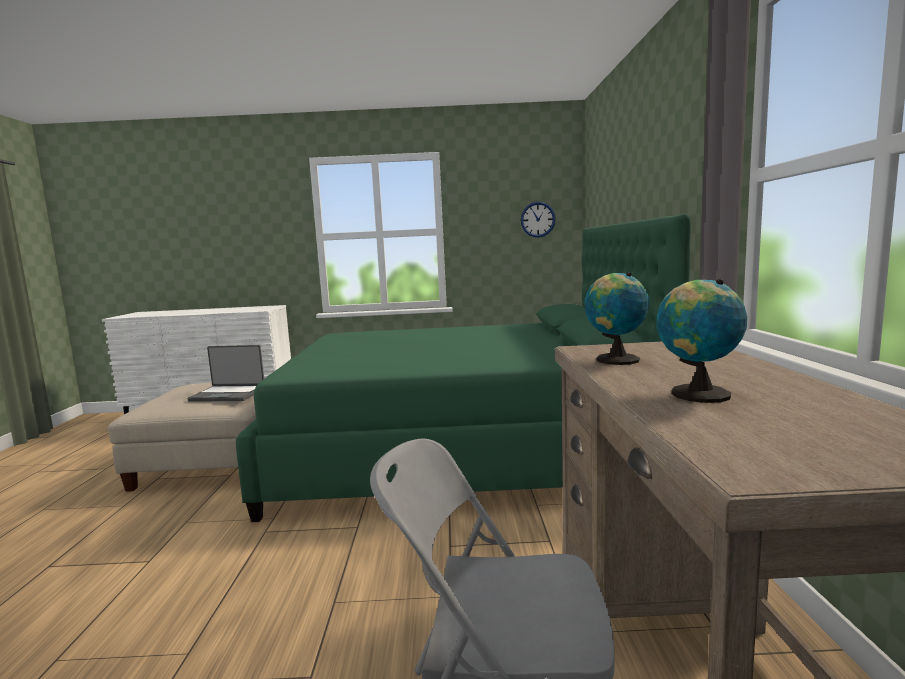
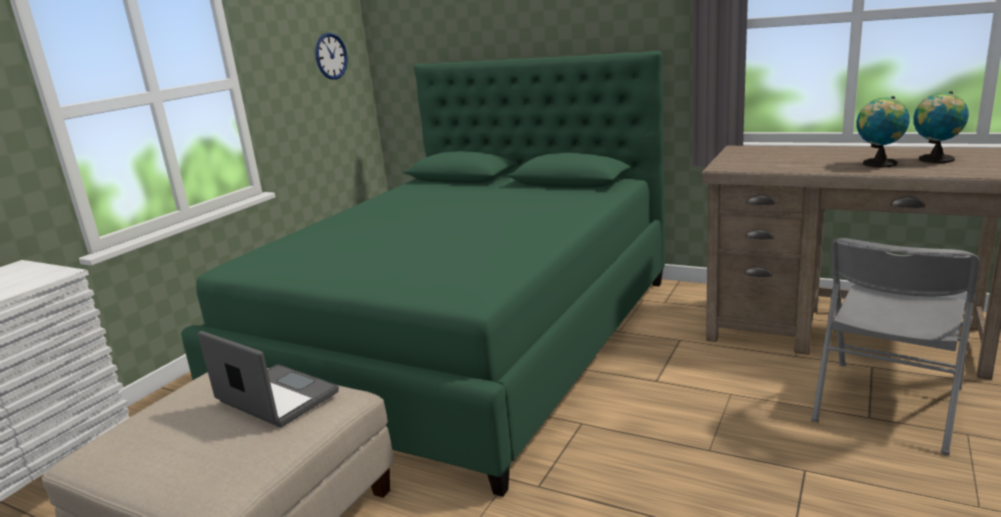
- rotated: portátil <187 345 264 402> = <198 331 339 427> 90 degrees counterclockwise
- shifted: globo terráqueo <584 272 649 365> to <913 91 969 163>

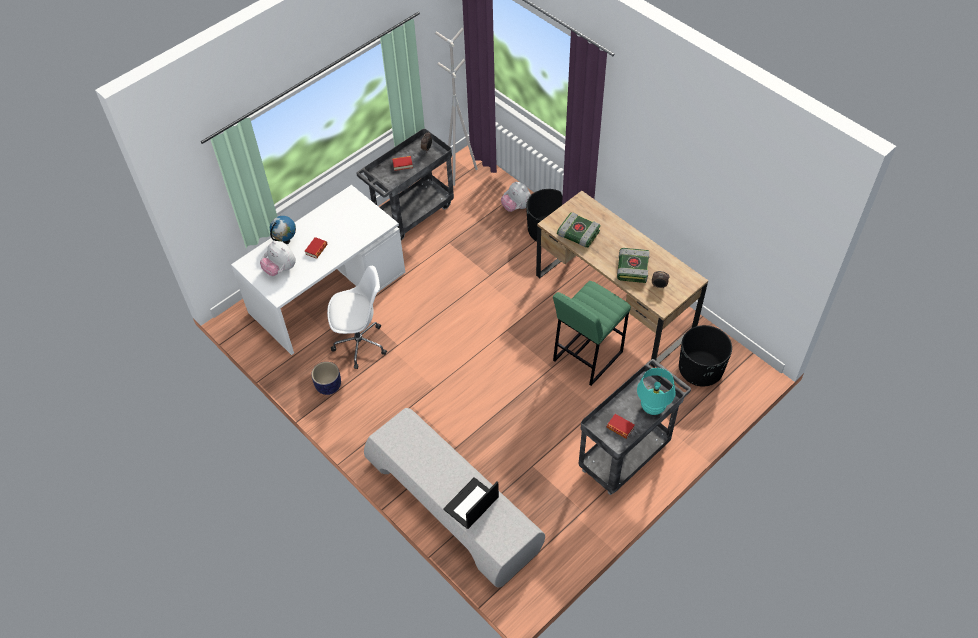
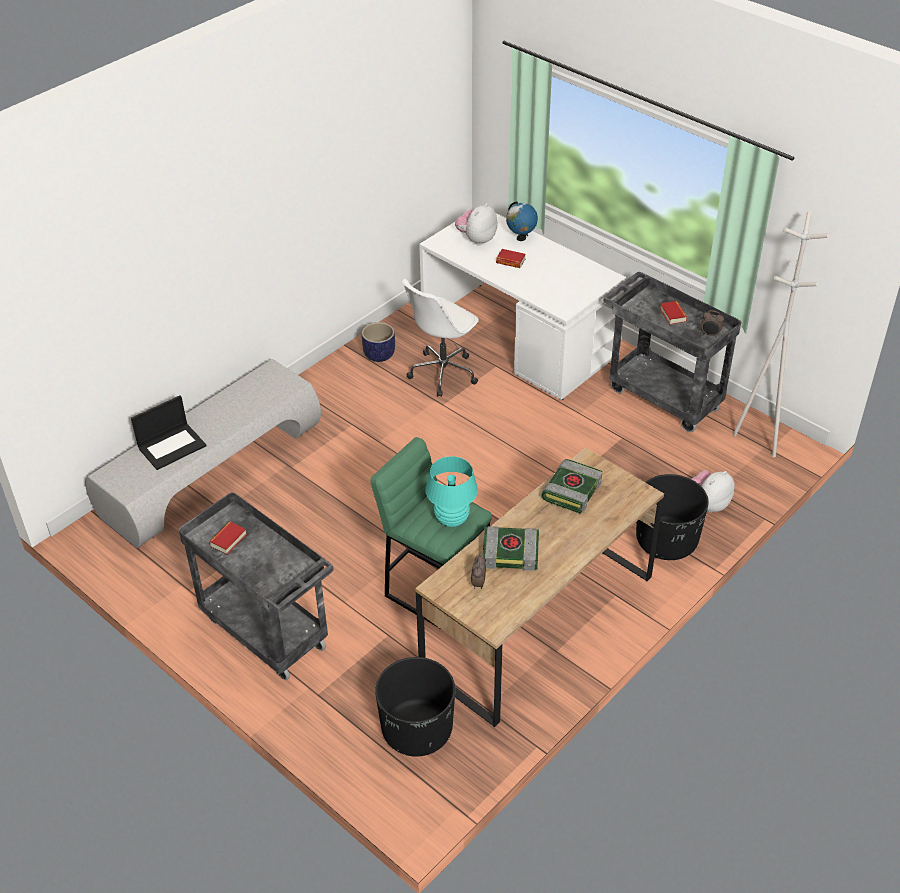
- rotated: portátil <443 477 499 529> = <131 395 206 470> 105 degrees clockwise
- rotated: silla de oficina [blanco] <327 266 387 369> = <402 279 479 397> 60 degrees clockwise
- shifted: lámpara de mesa [turquesa] <637 368 676 415> to <425 456 478 527>

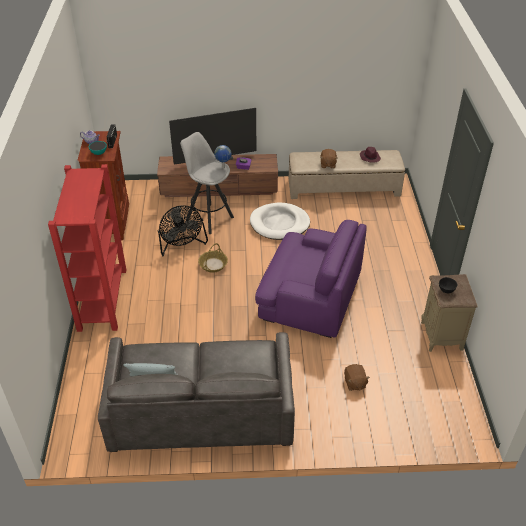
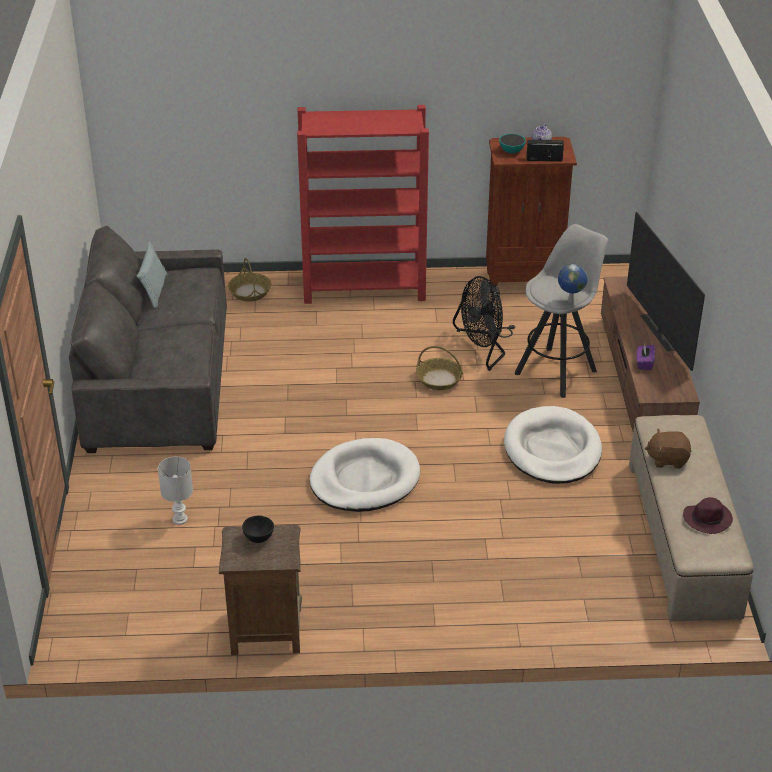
- swapped: peluche [marrón] <344 364 370 391> to lámpara de mesa [blanco] <158 457 193 525>
- new: cesta <228 258 272 301>
- swapped: sillón [morado] <255 220 366 338> to cama para perro [blanco] <310 438 420 512>

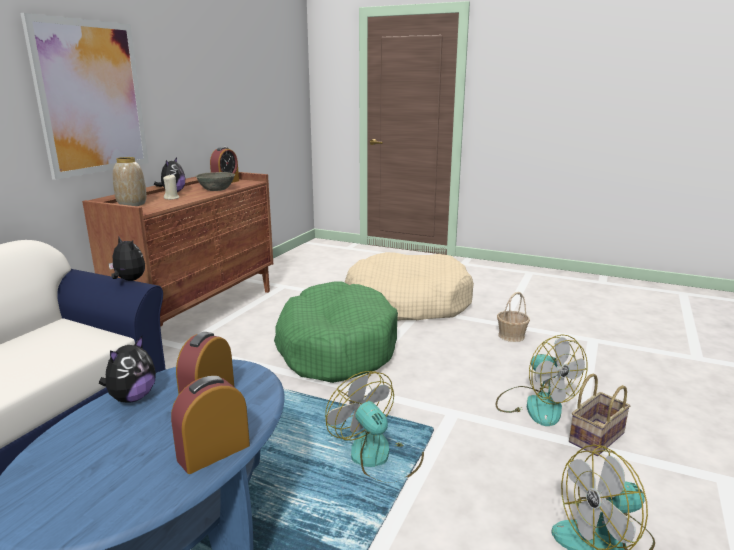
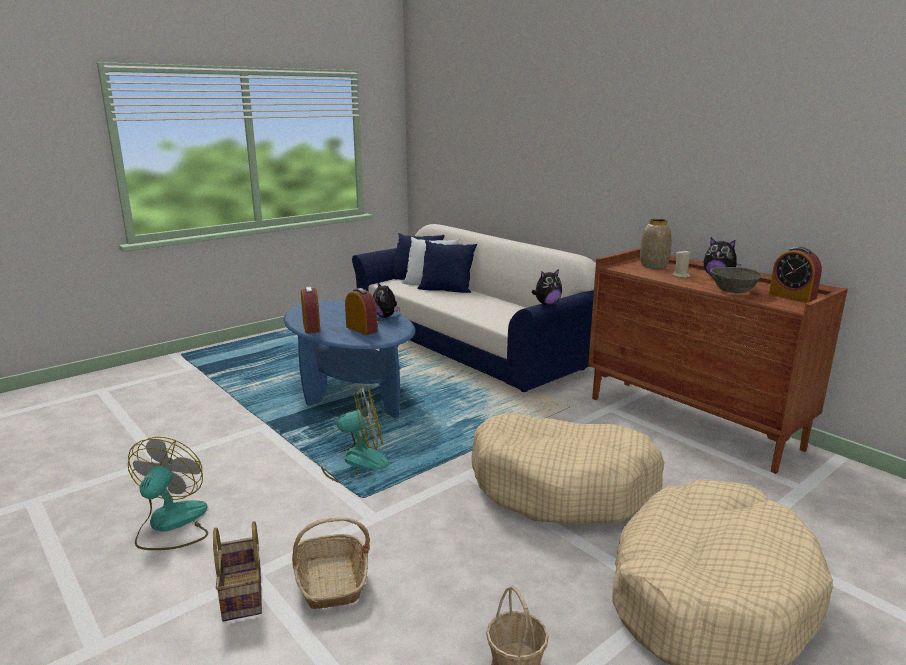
- swapped: ventilador <496 334 588 426> to cesta <292 517 370 609>
- repainted: cama para perro [verde] <274 281 398 383> to cama para perro [beis] <472 414 665 524>
- gone: cuadro <21 13 149 180>

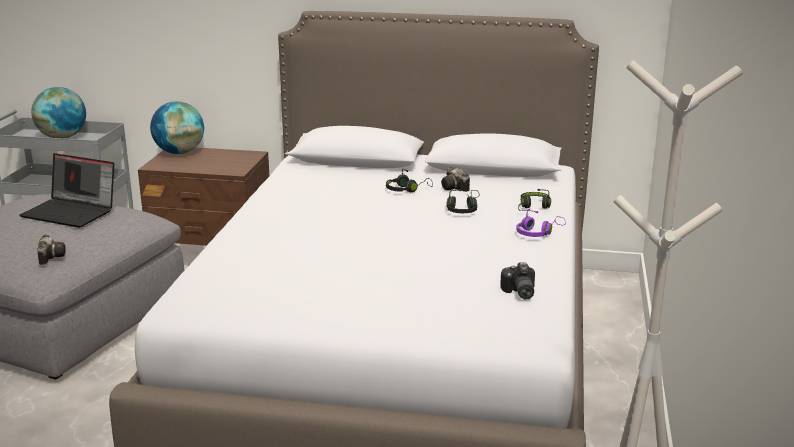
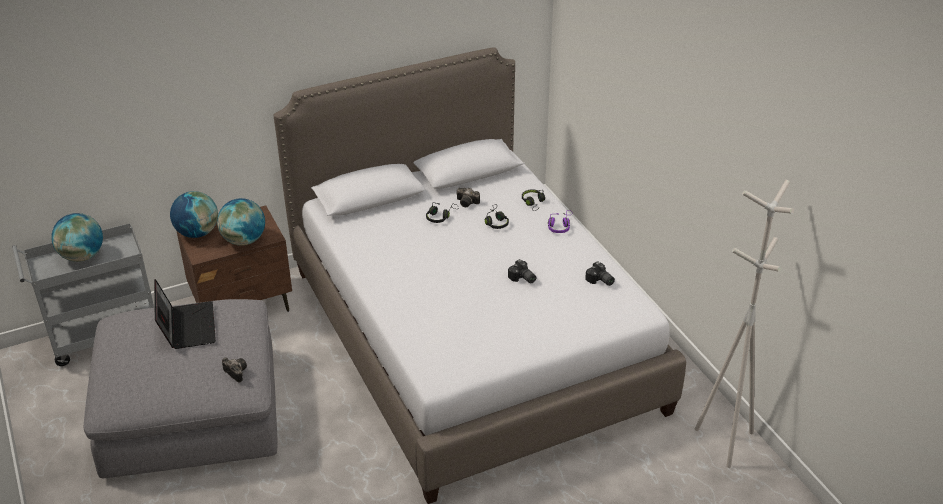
- rotated: portátil <20 153 114 228> = <154 279 216 349> 90 degrees counterclockwise
- new: globo terráqueo <217 198 265 245>
- new: cámara <508 259 536 283>

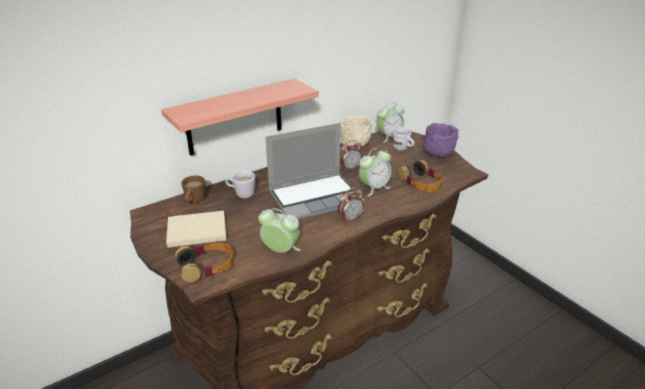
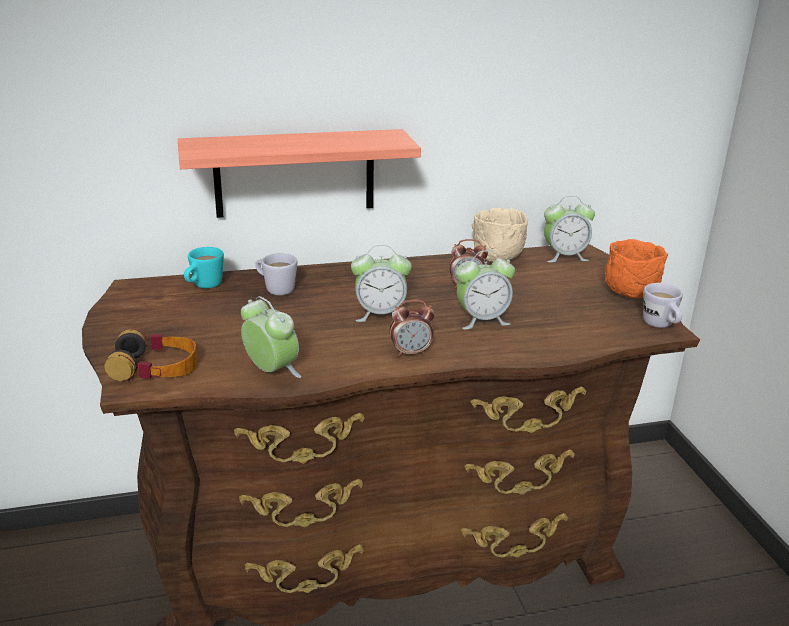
- repainted: taza grande [marrón] <181 176 205 204> to taza grande [turquesa] <184 247 224 288>
- swapped: portátil <266 123 365 220> to despertador <351 245 412 322>
- repainted: cuenco [morado] <424 123 459 157> to cuenco [naranja] <605 239 668 298>
- shifted: taza grande [blanco] <392 127 415 151> to <643 283 683 328>
- gone: libro [beis] <166 211 227 248>
- gone: auriculares <398 160 443 193>

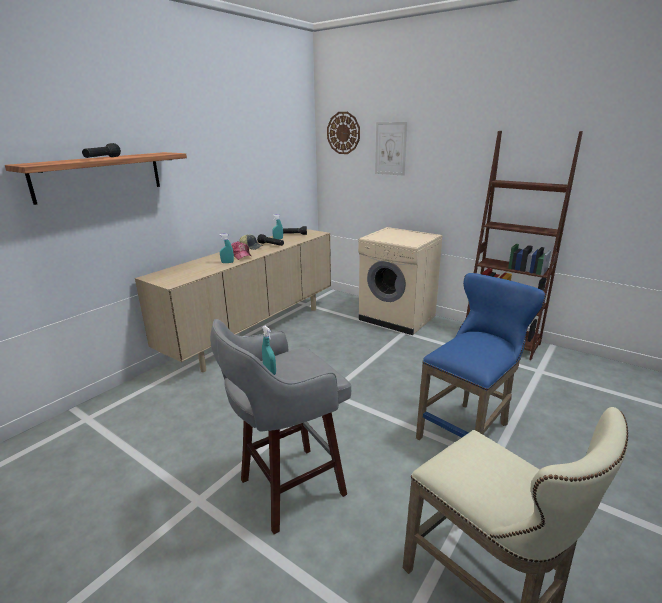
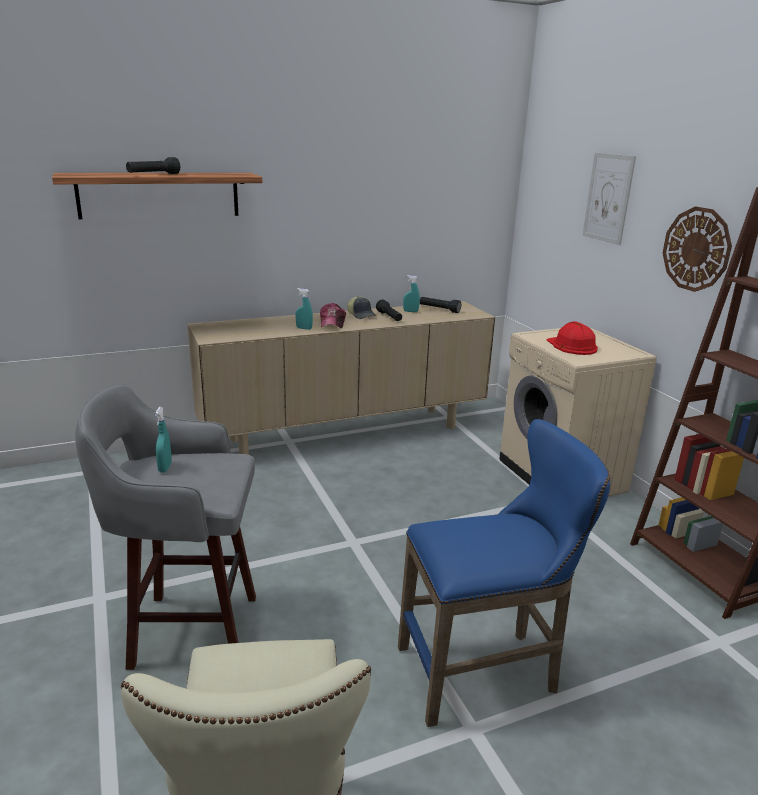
- new: casco [rojo] <547 321 598 355>
- shifted: reloj de pared <327 112 360 154> to <663 207 732 292>

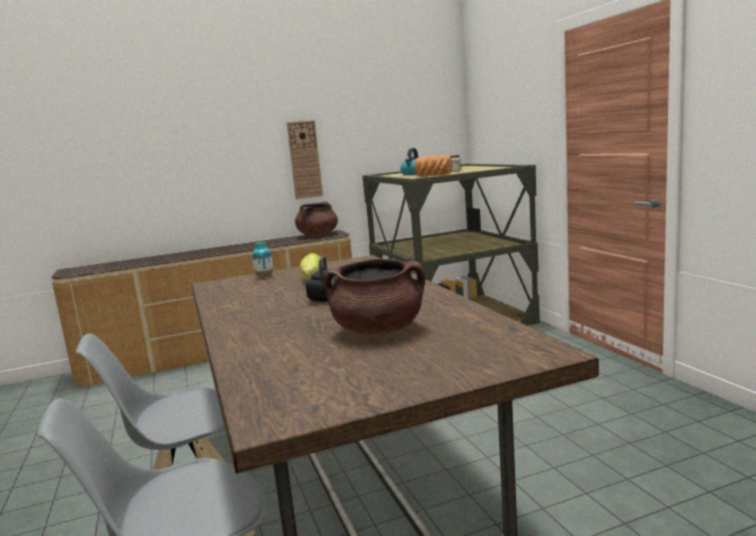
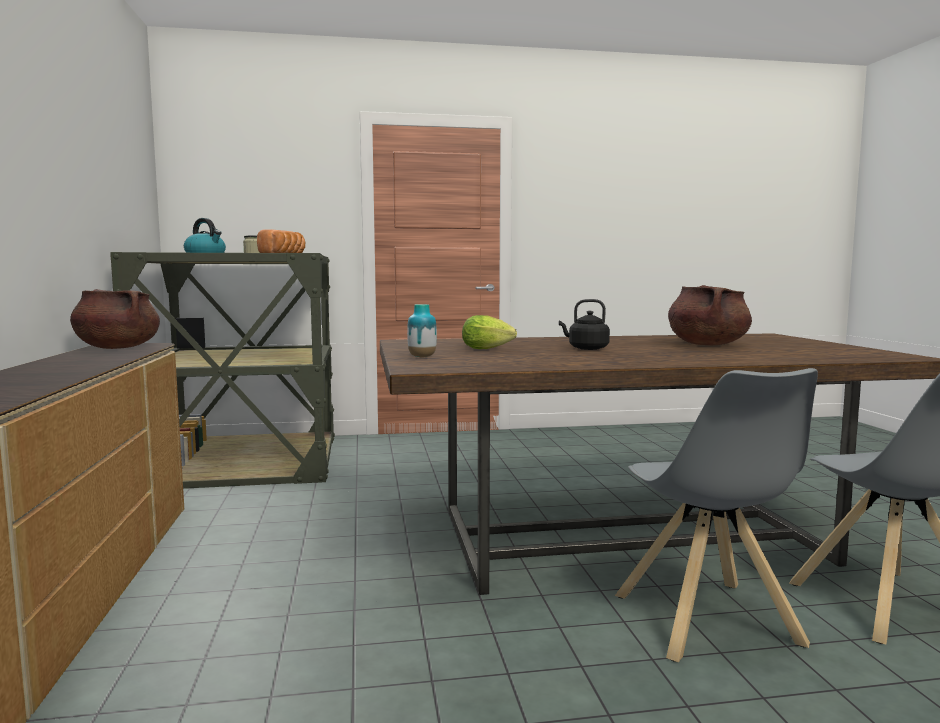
- gone: reloj de pared <287 120 323 199>

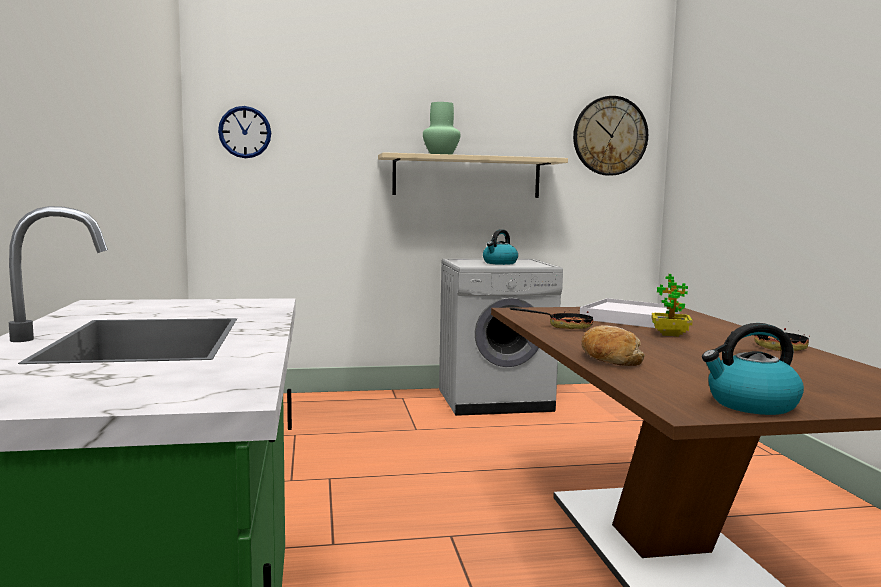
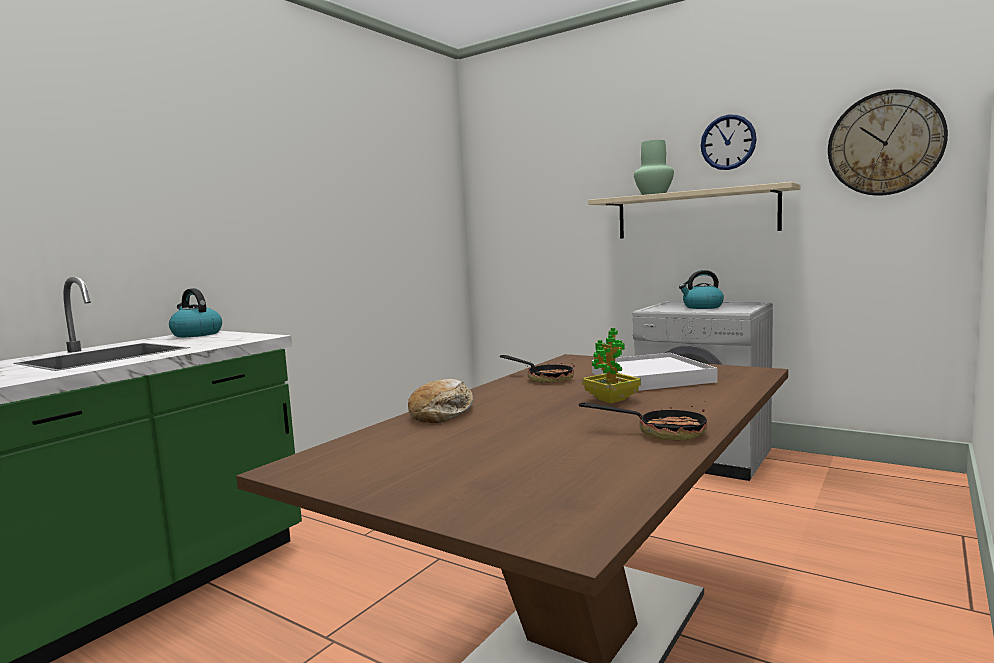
- shifted: hervidor <702 323 804 415> to <169 288 222 337>
- shifted: reloj de pared <218 106 271 158> to <701 115 757 170>

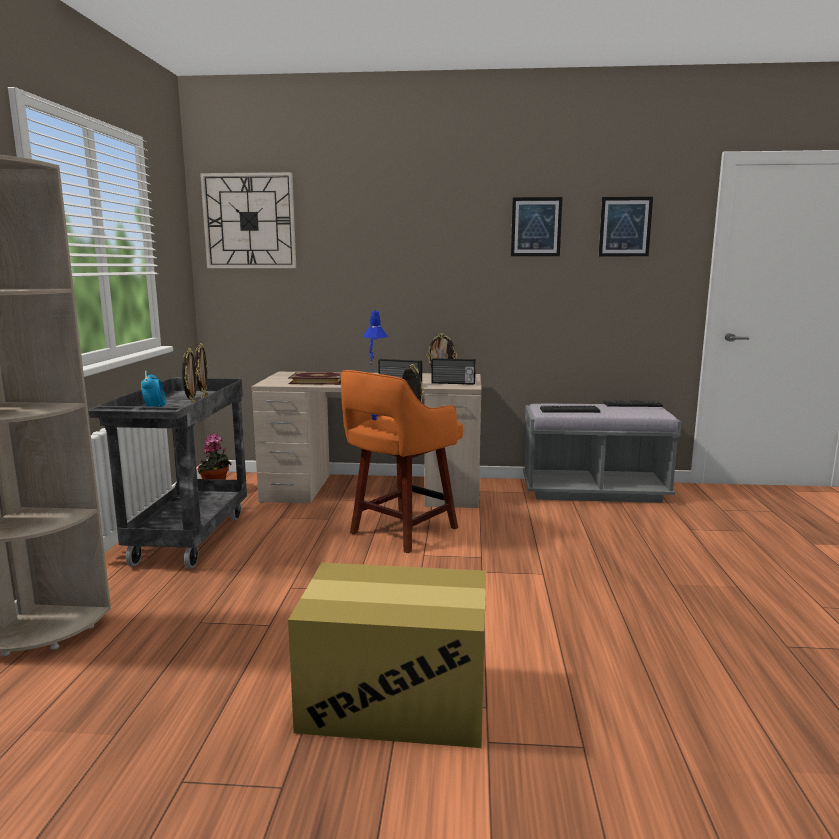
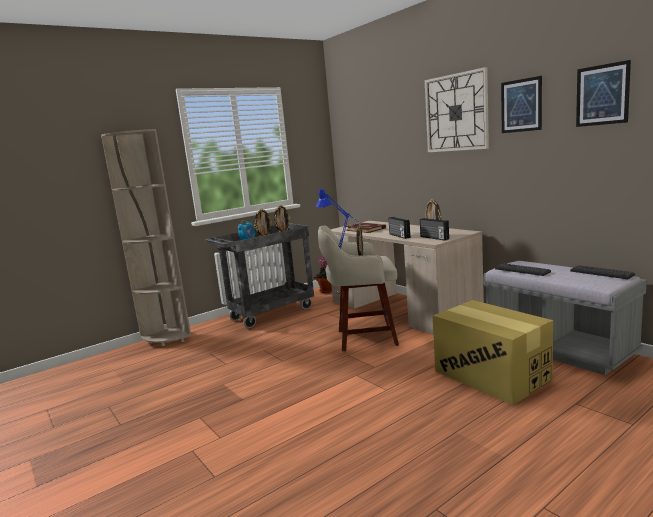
- repainted: taburete [naranja] <341 370 463 553> to taburete [beis] <318 226 399 351>
- shifted: reloj de pared <200 172 296 268> to <425 67 489 152>
- shifted: caja de cartón <288 562 486 748> to <433 300 553 405>

